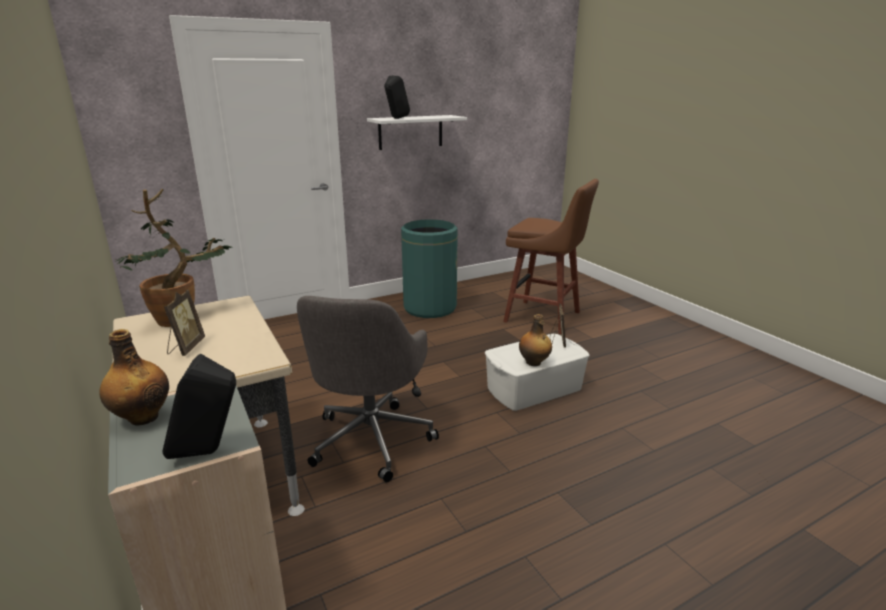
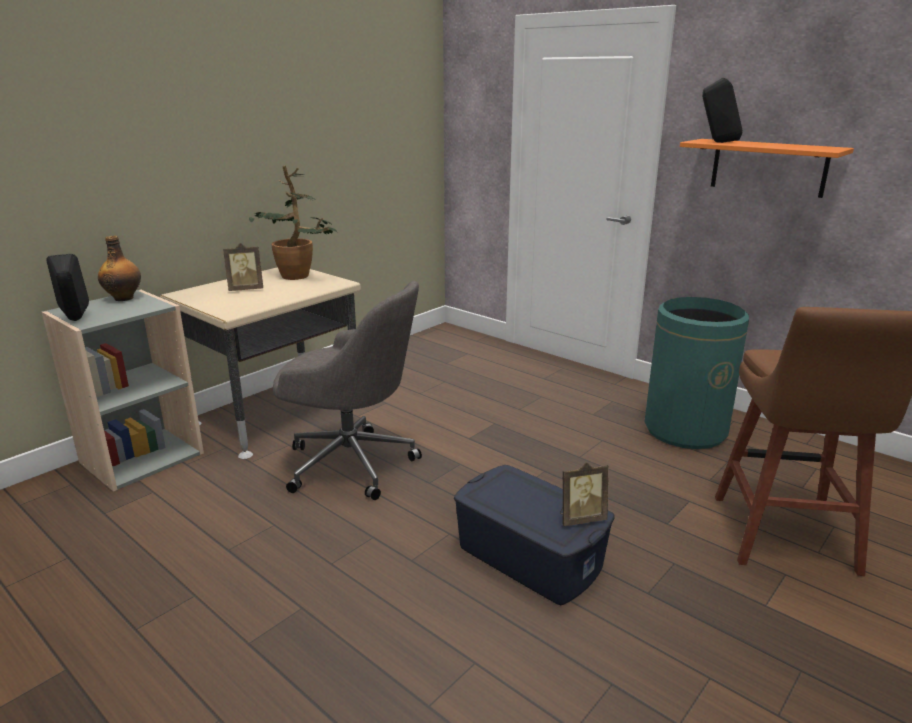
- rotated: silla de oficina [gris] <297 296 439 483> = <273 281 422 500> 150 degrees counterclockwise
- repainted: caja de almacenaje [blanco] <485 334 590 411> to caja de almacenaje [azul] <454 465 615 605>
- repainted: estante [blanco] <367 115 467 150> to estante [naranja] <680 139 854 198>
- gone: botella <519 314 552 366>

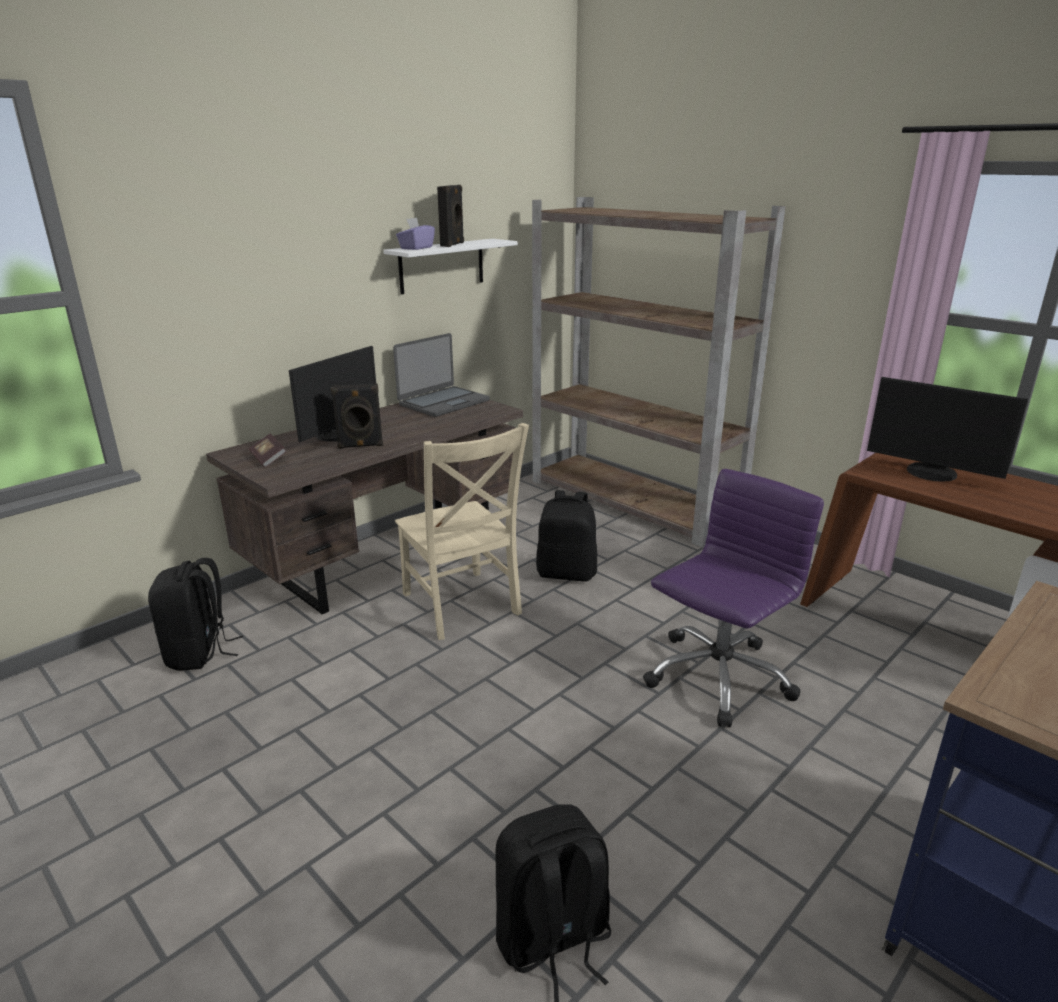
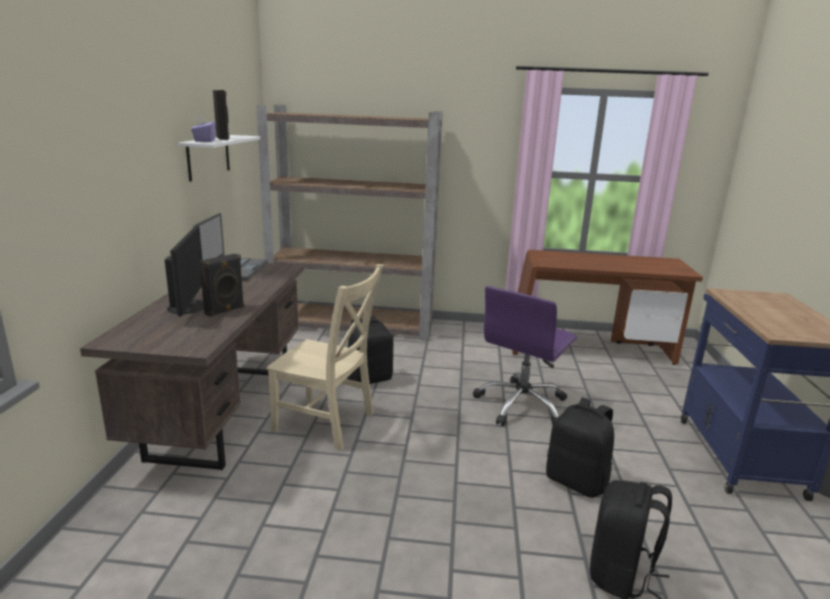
- rotated: silla de oficina [morado] <643 469 824 727> = <473 286 577 426> 150 degrees counterclockwise
- shifted: mochila [negro] <148 558 243 671> to <546 398 614 498>
- gone: libro <249 434 286 467>
- gone: monitor <867 377 1028 482>

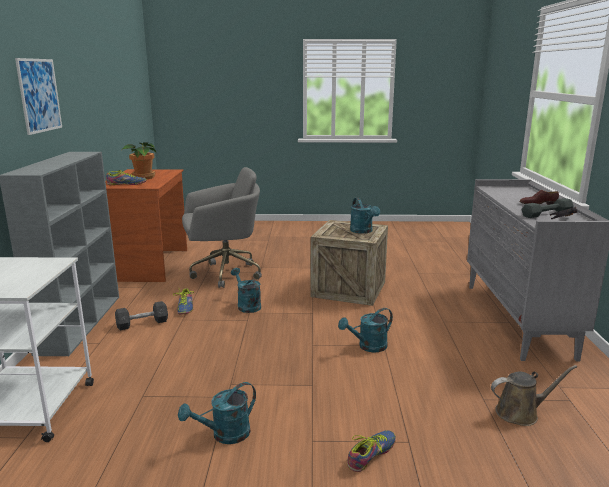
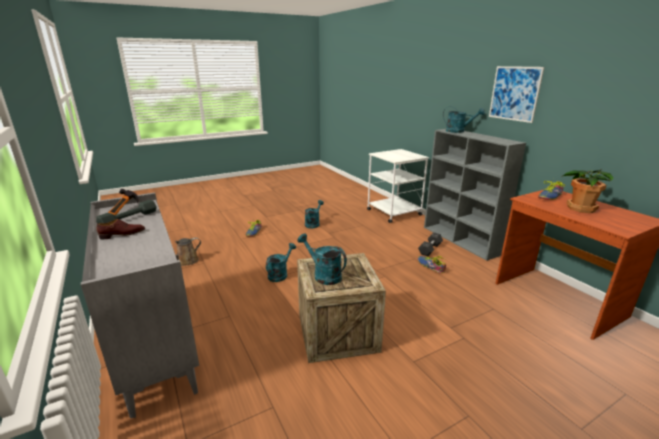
- shifted: regadera [turquesa] <231 268 261 313> to <443 106 485 133>
- gone: silla de oficina [gris] <182 167 262 288>

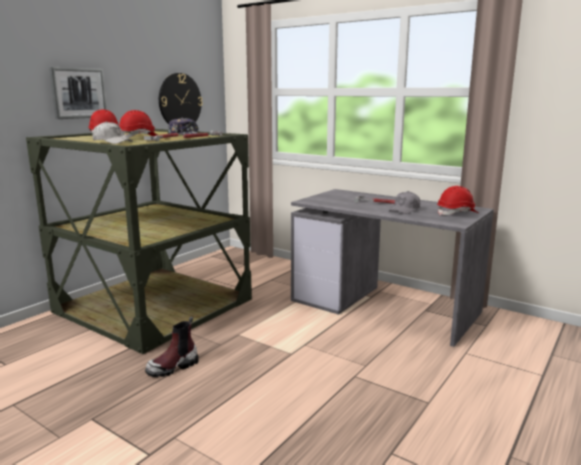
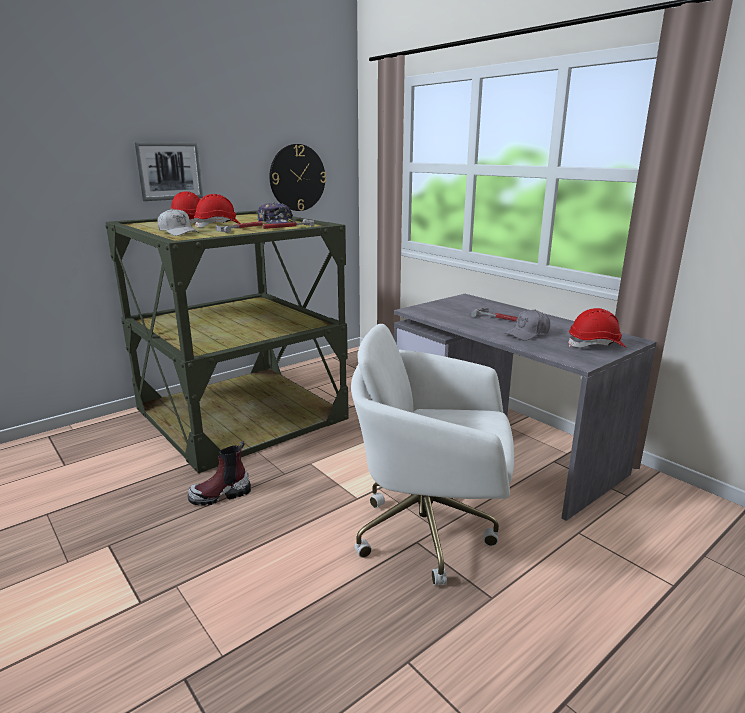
- new: silla de oficina [blanco] <351 324 514 586>

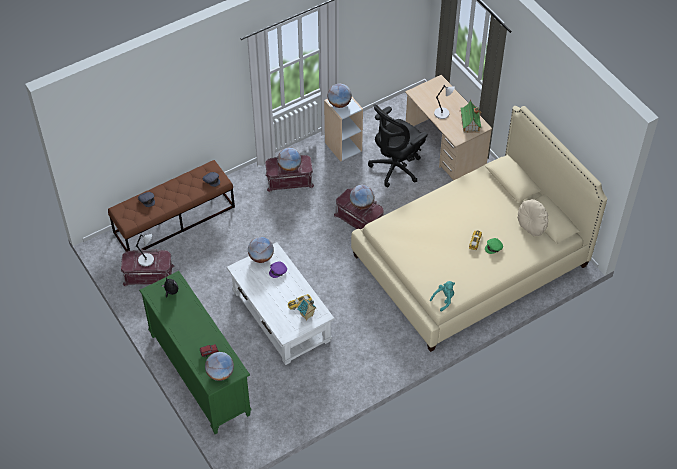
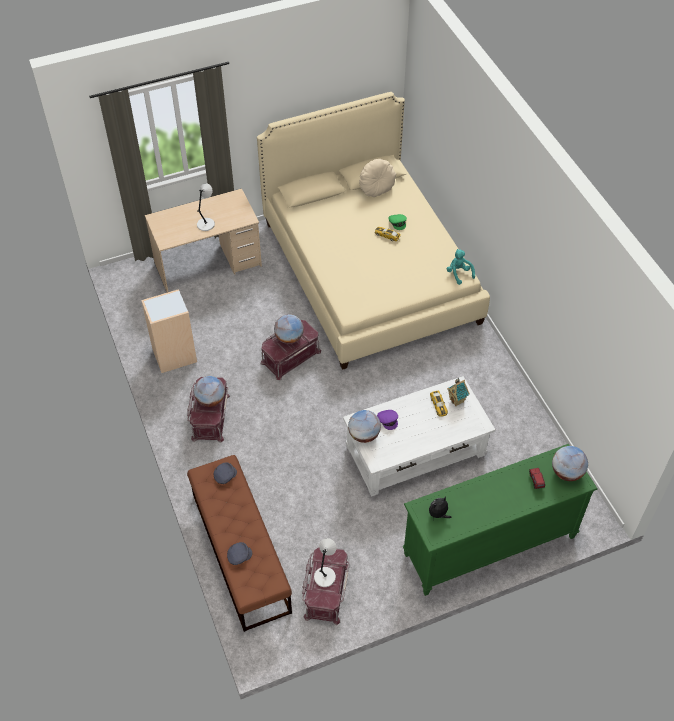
- gone: globo terráqueo <328 84 352 108>
- gone: silla de oficina [negro] <368 104 428 187>
- gone: casita <459 99 482 133>

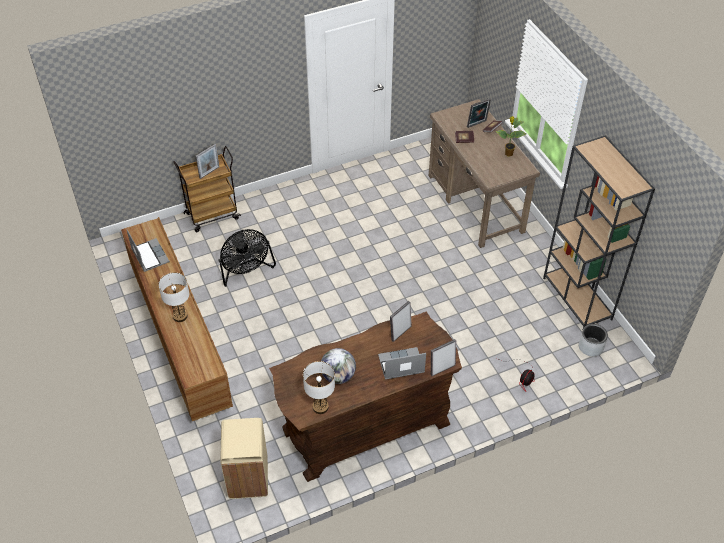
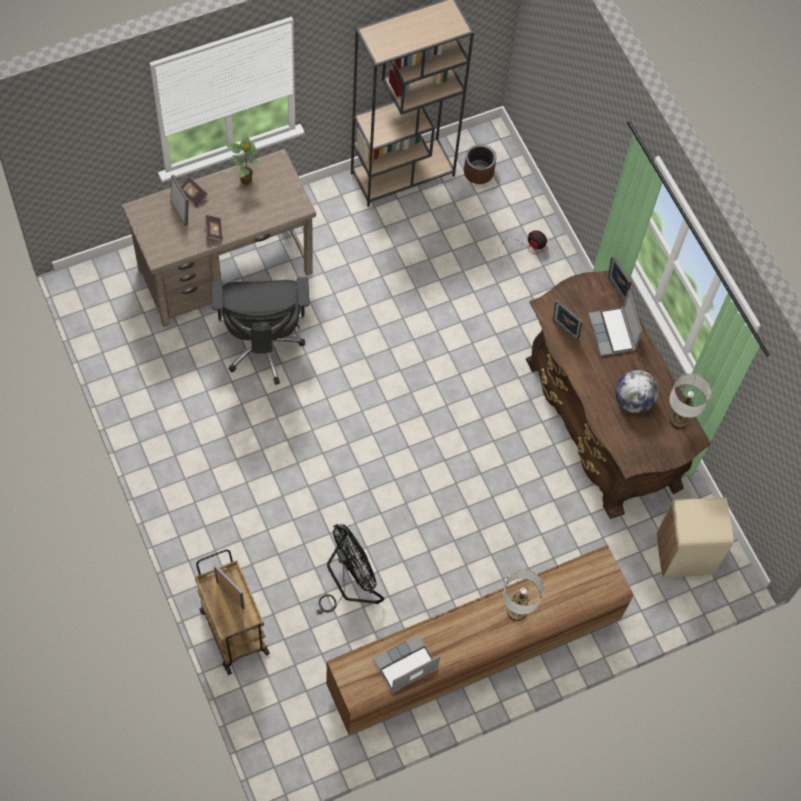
- new: silla de oficina <211 277 309 385>
- repainted: maceta [gris] <579 324 608 357> to maceta [marrón] <464 144 496 184>

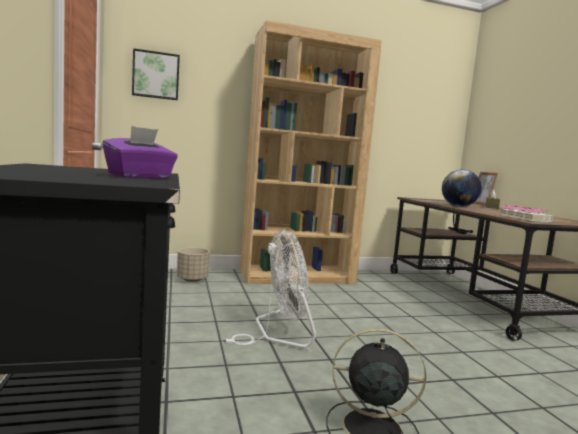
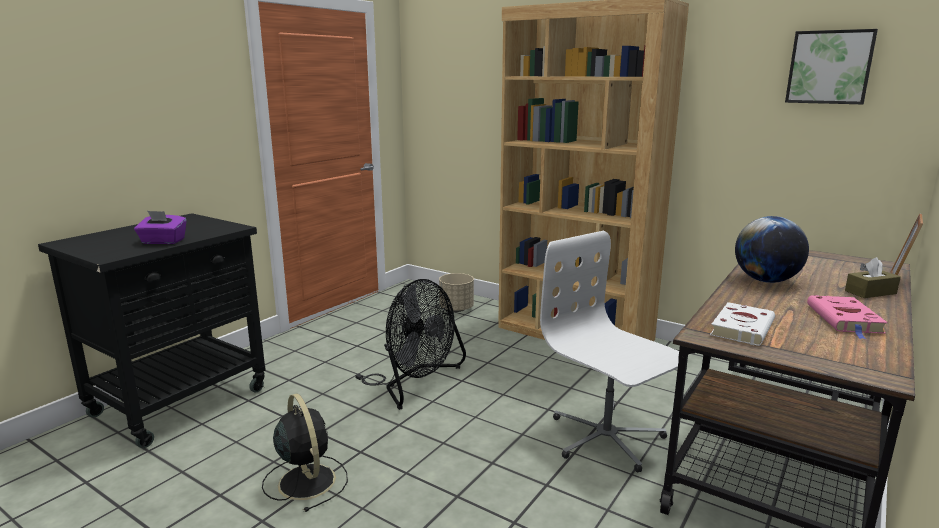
- repainted: ventilador [blanco] <225 230 316 351> to ventilador [negro] <355 279 466 410>
- new: silla de oficina [blanco] <540 231 688 473>
- shifted: cuadro <132 48 180 100> to <785 29 878 104>

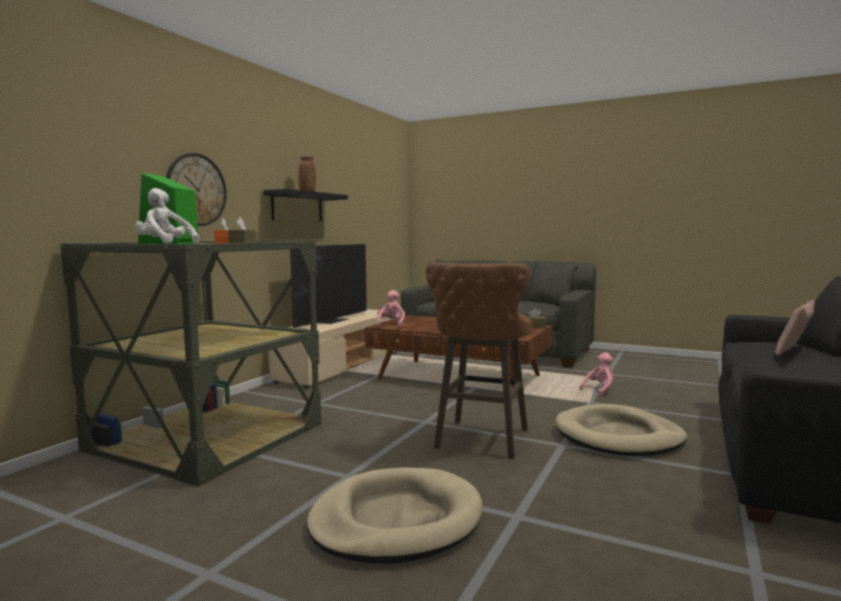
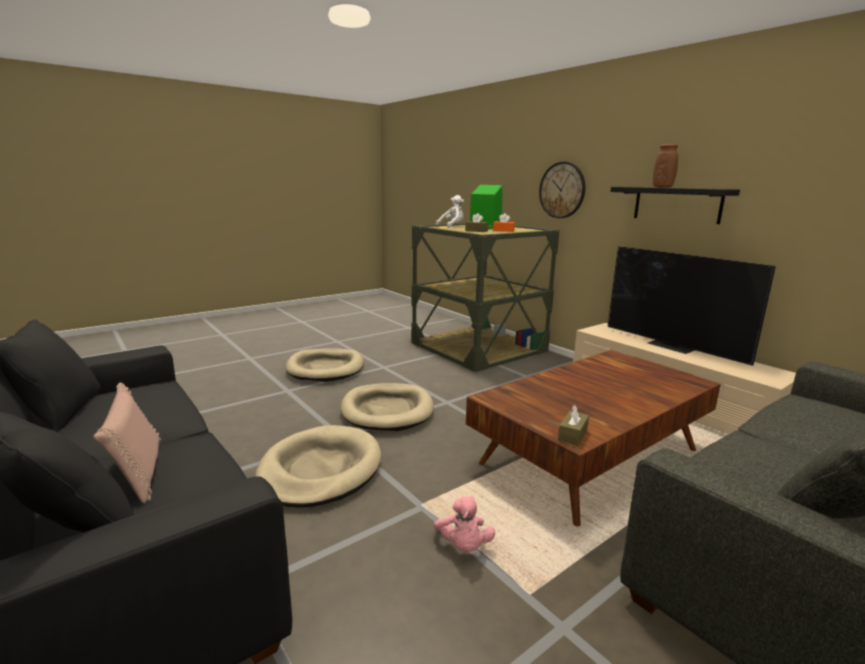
- swapped: taburete [marrón] <426 261 532 459> to cama para perro [beis] <341 383 434 431>
- gone: peluche [rosa] <377 290 405 327>

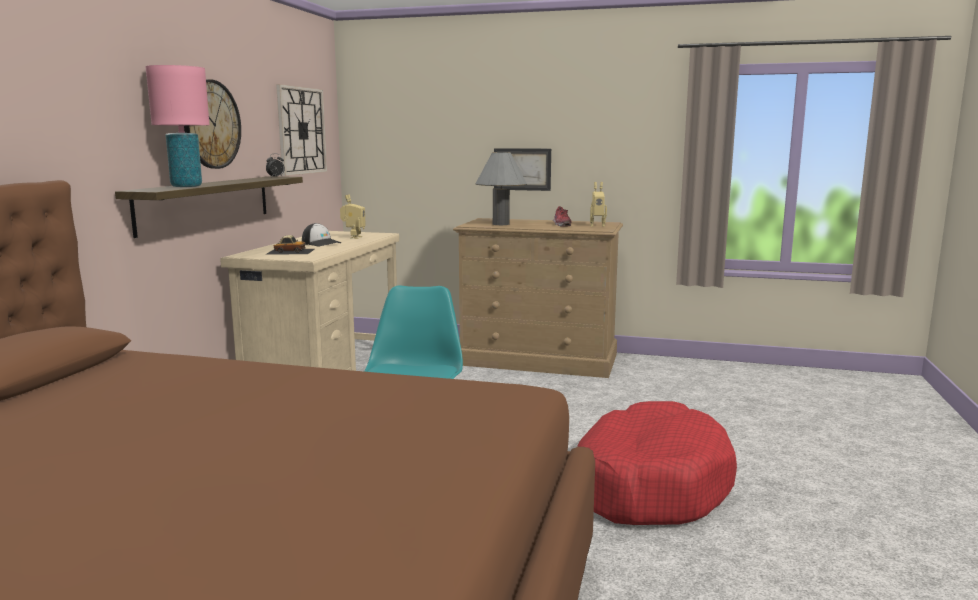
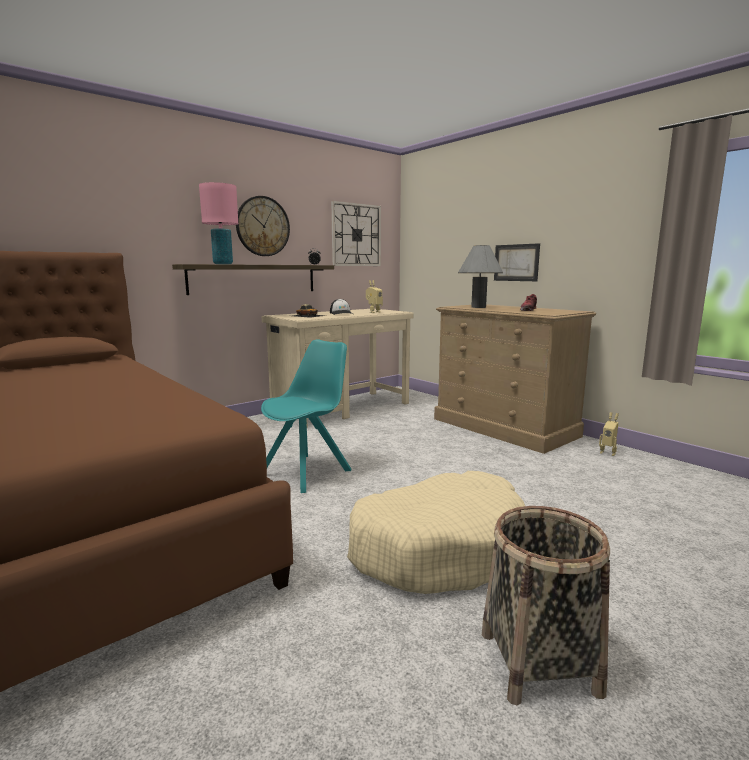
- repainted: cama para perro [rojo] <577 401 737 525> to cama para perro [beis] <347 471 525 594>
- new: cesta <482 506 610 705>
- shifted: robot de juguete <590 182 607 227> to <599 412 619 456>

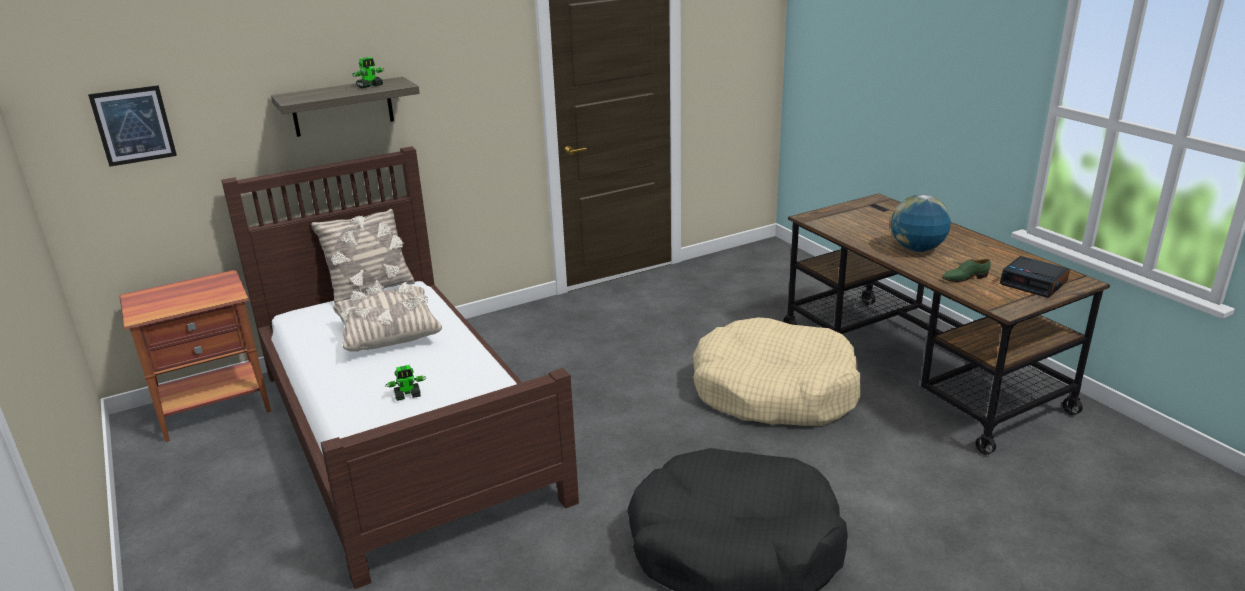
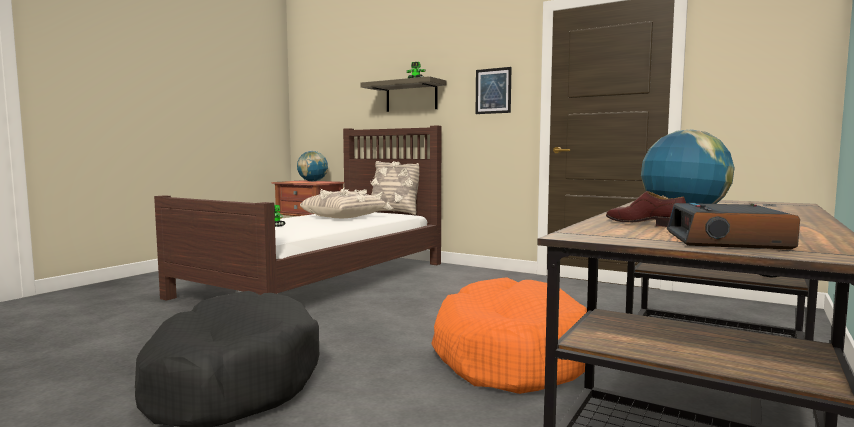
- new: globo terráqueo <297 151 328 181>
- repainted: cama para perro [beis] <693 317 861 426> to cama para perro [naranja] <431 277 587 394>
- shifted: cuadro <88 85 177 167> to <476 67 511 114>
- repainted: zapato [verde] <942 259 991 282> to zapato [marrón] <606 191 686 227>

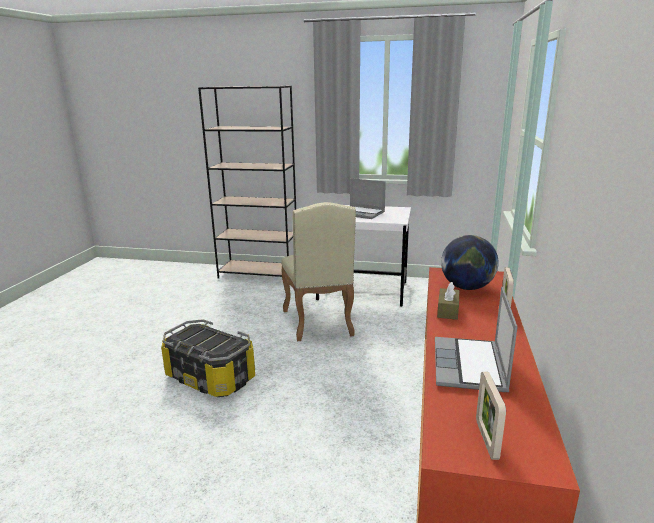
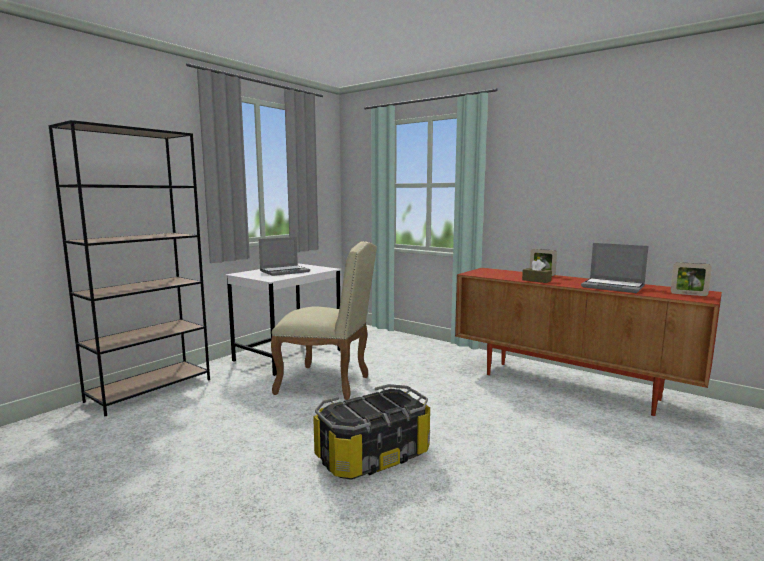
- gone: globo terráqueo <441 235 499 290>

